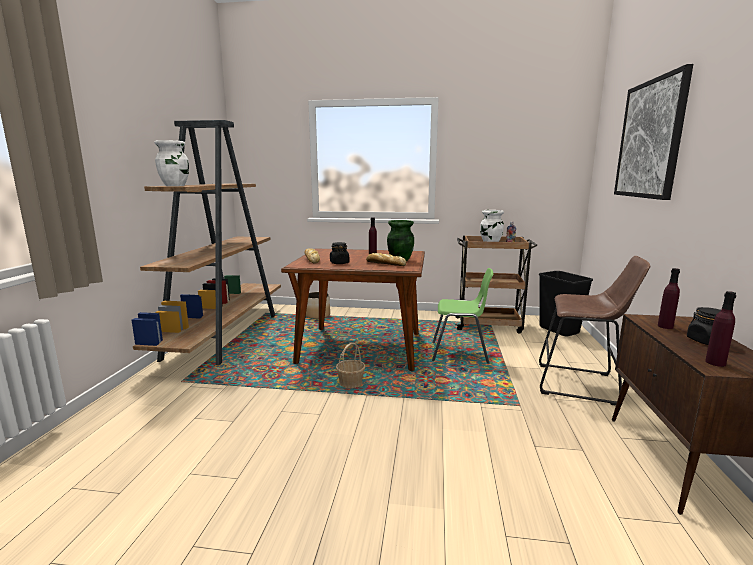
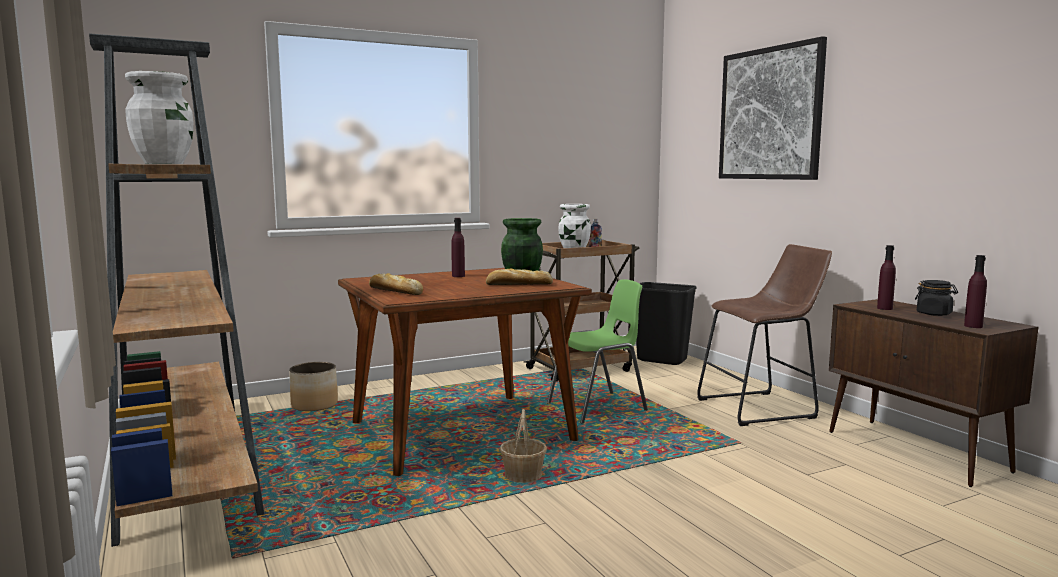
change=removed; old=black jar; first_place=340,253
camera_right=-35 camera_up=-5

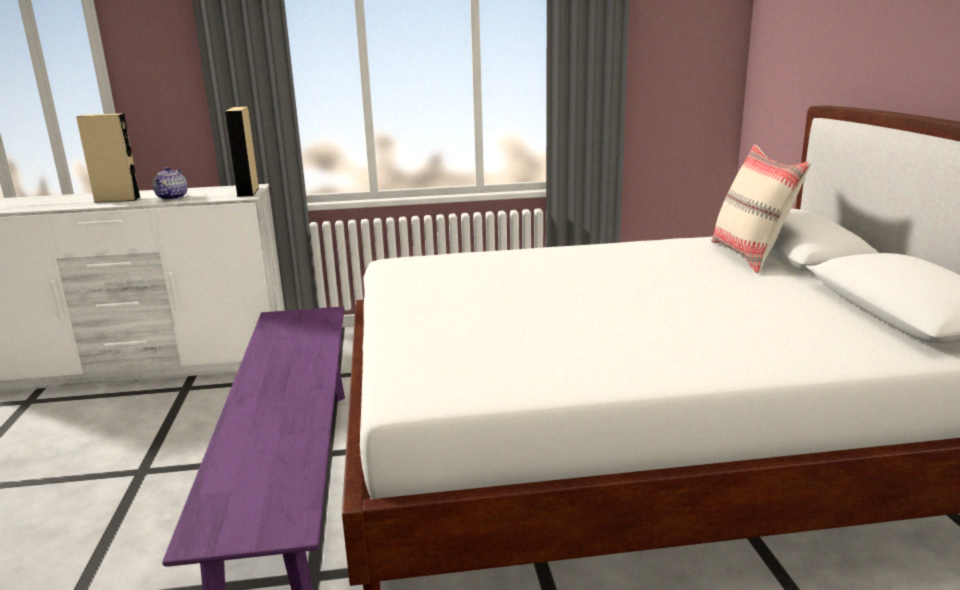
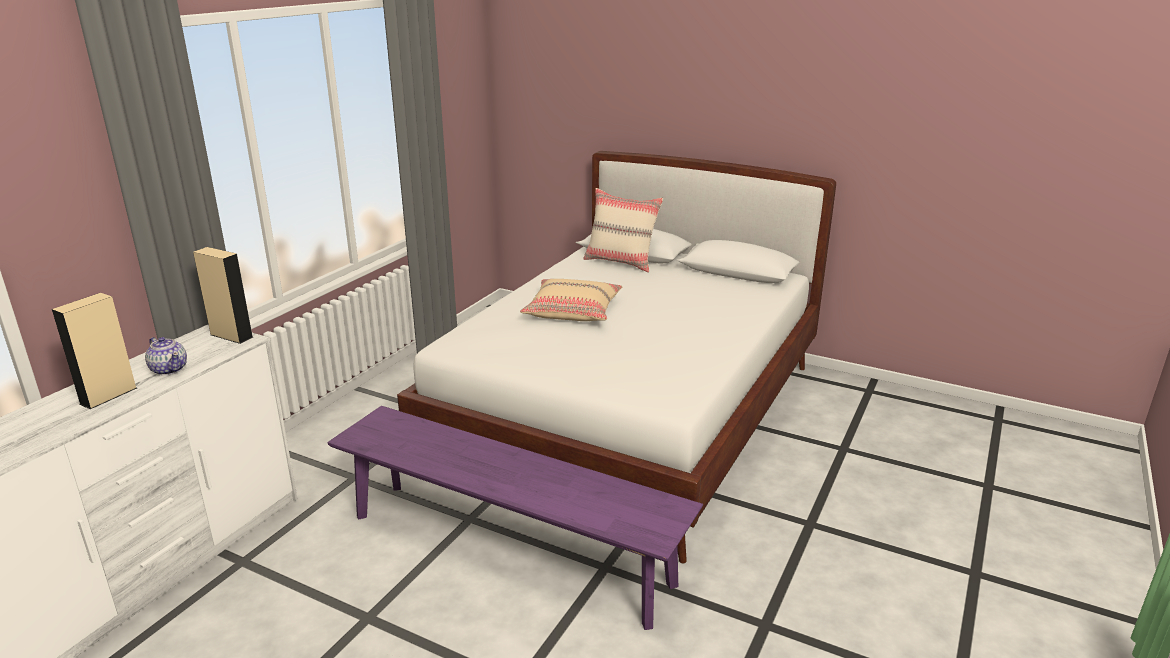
change=added; new=sand-coloured throw pillow; second_place=571,300
camera_right=-55 camera_up=5

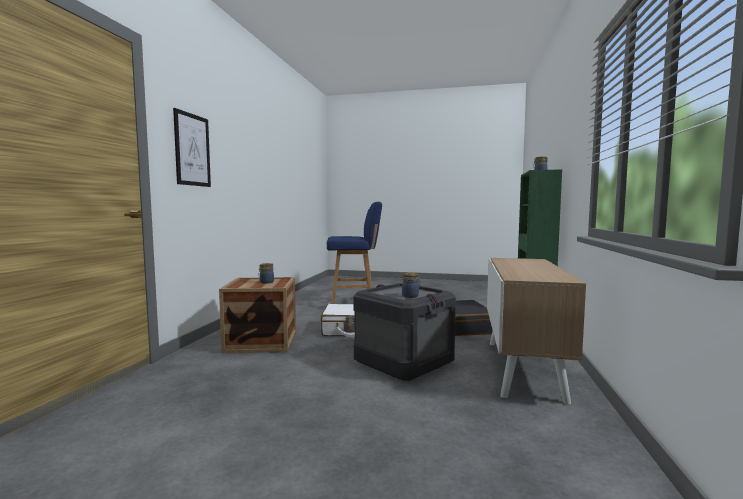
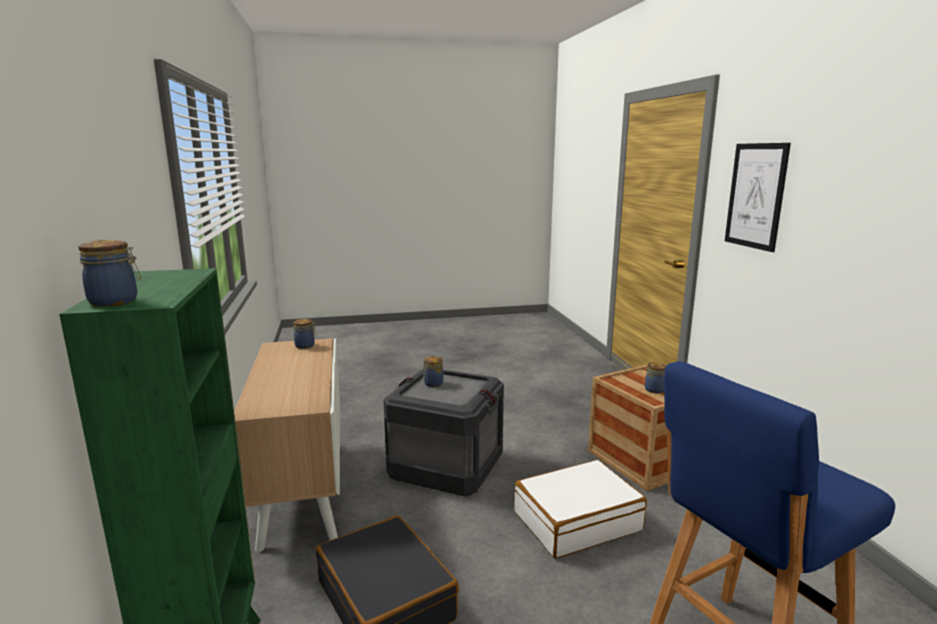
change=added; new=jar; second_place=305,334
camera_right=155 camera_up=10

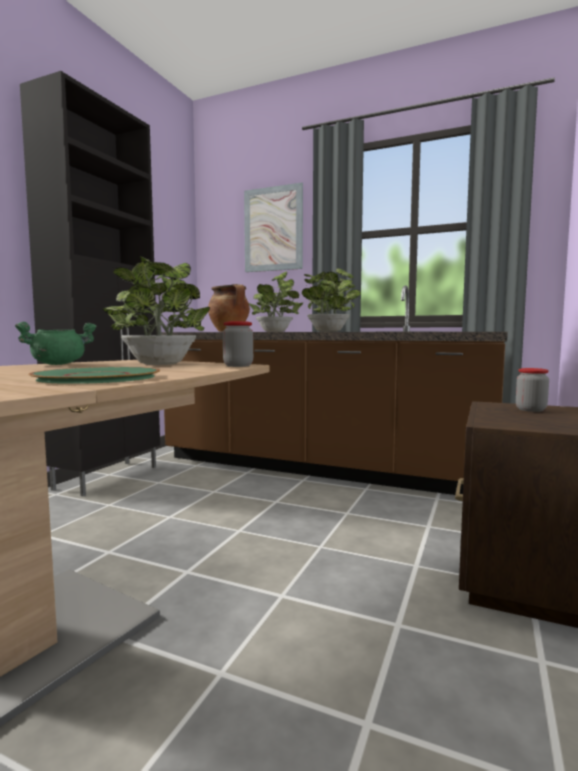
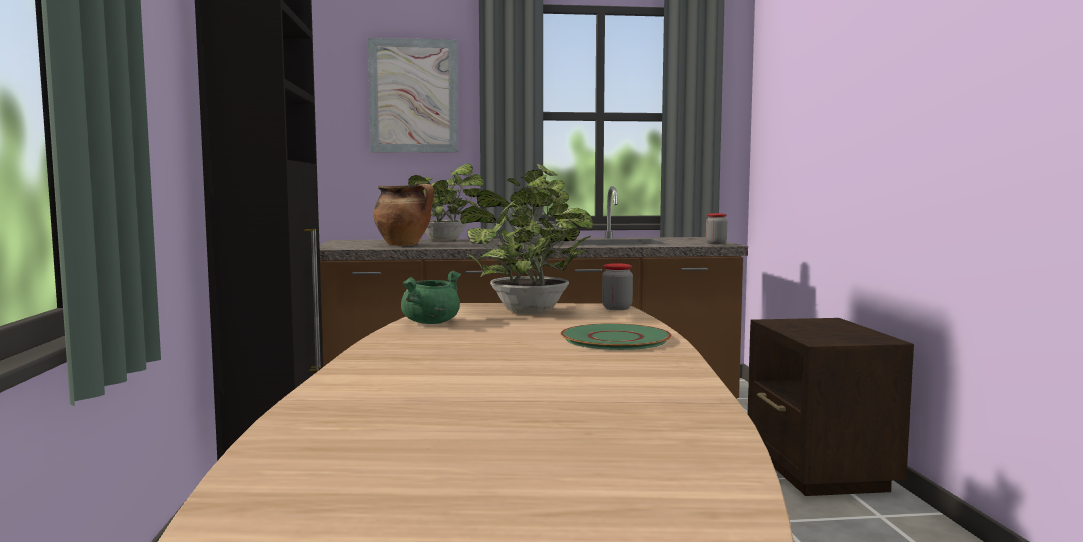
change=moved; old=jar; first_place=532,390; second_place=716,228
camera_right=-30 camera_up=0

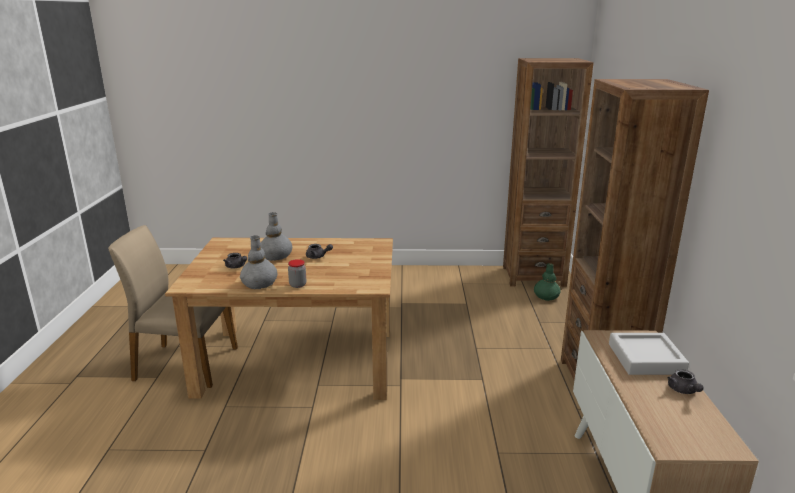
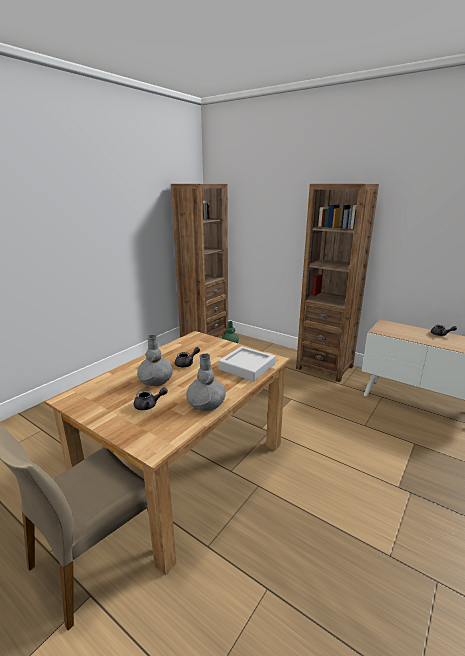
change=moved; old=gray tray; first_place=649,354; second_place=247,363
change=removed; old=jar; first_place=297,273
camera_right=-55 camera_up=0

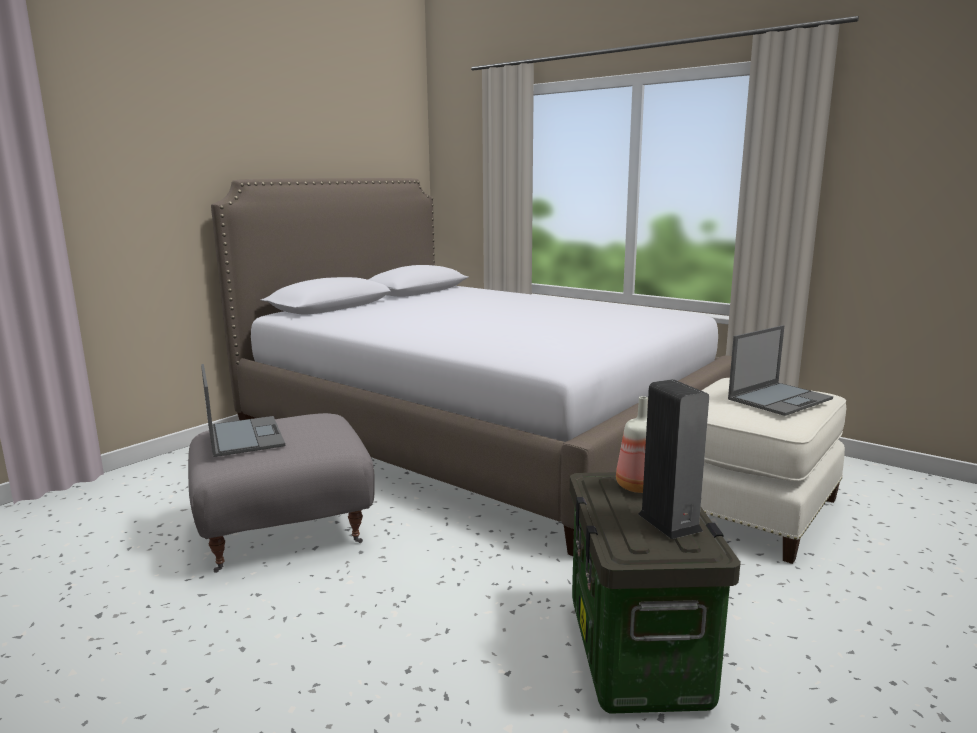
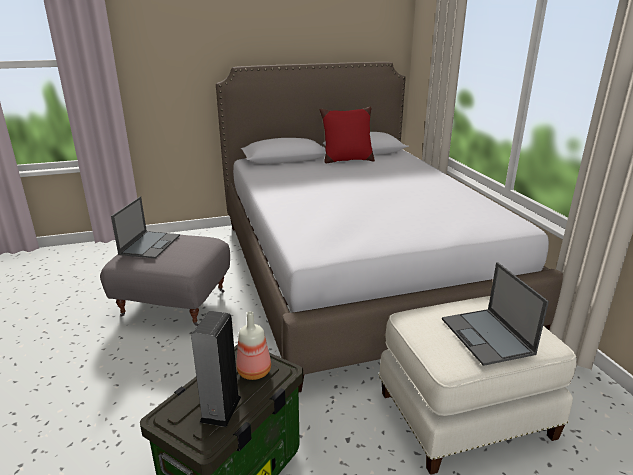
change=added; new=reddish throw pillow; second_place=347,135
change=turned; old=portable computer; first_place=780,370; second_place=495,314; degrees=75
camera_right=35 camera_up=10

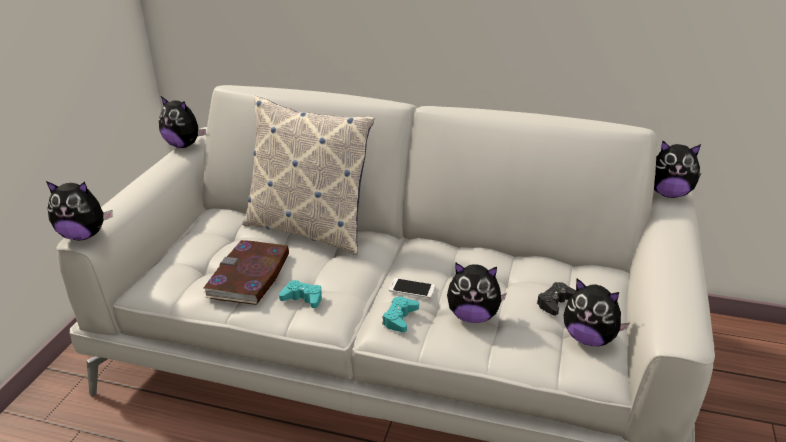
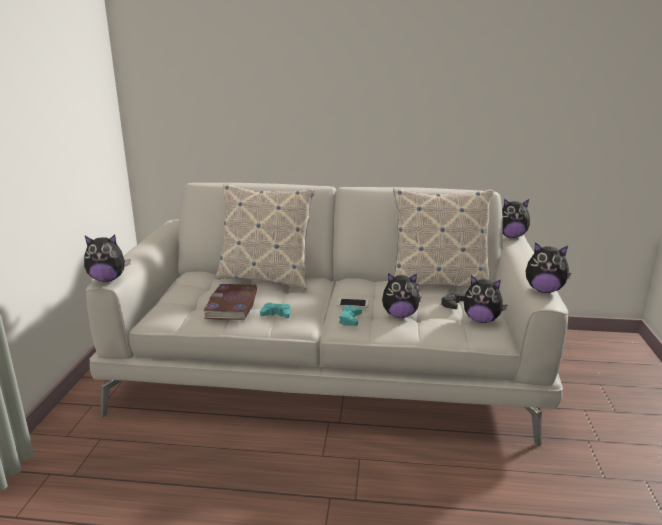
change=added; new=throw pillow; second_place=443,238
change=moved; old=cuddly toy; first_place=182,122; second_place=548,267
camera_right=-10 camera_up=-10

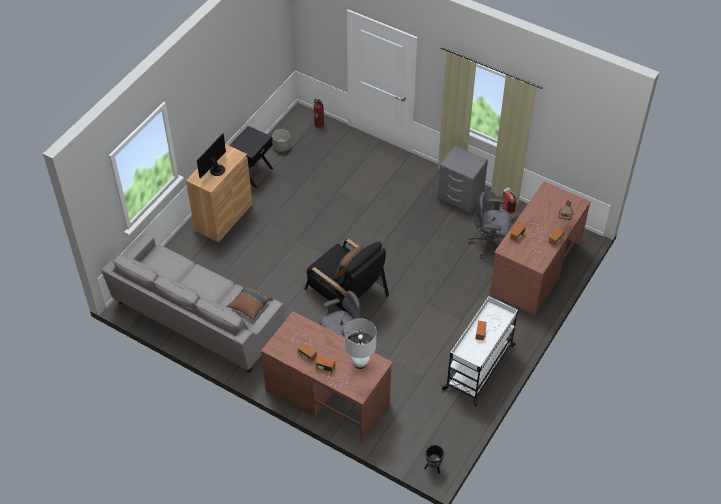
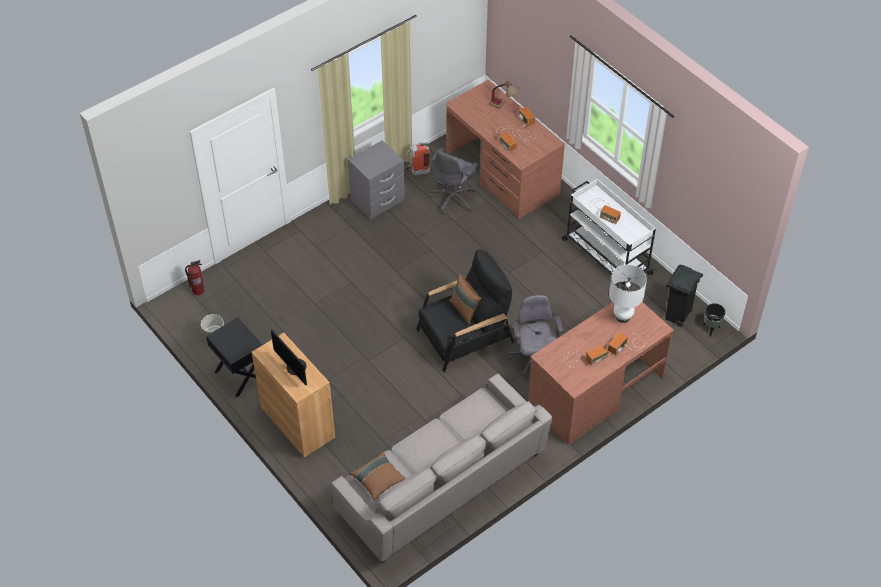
change=moved; old=brown throw pillow; first_place=249,302; second_place=377,476
change=added; new=black trash can; second_place=684,296
camera_right=-70 camera_up=0

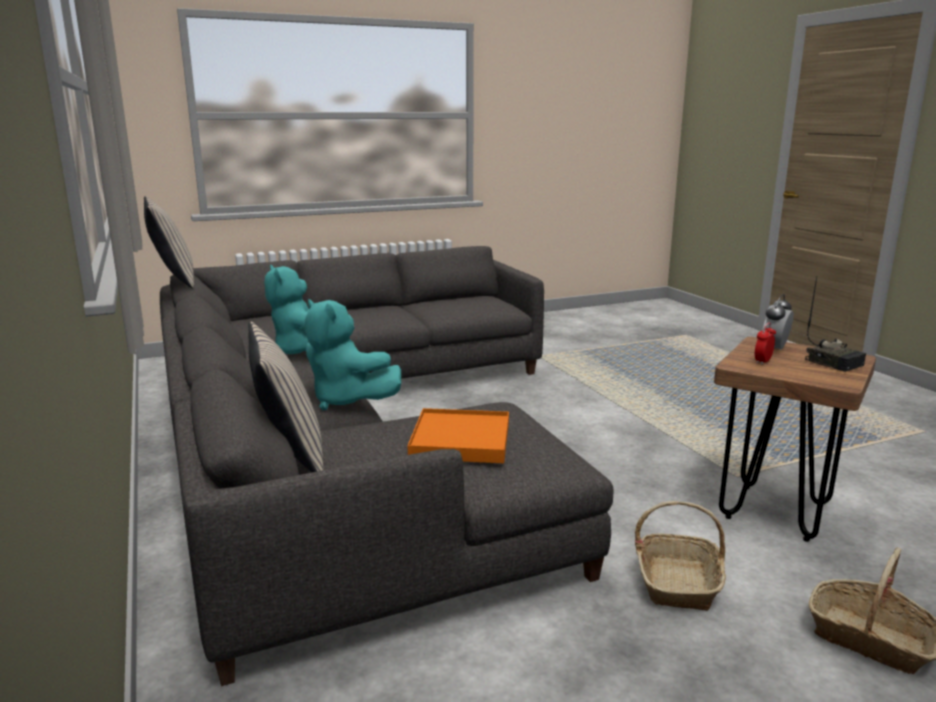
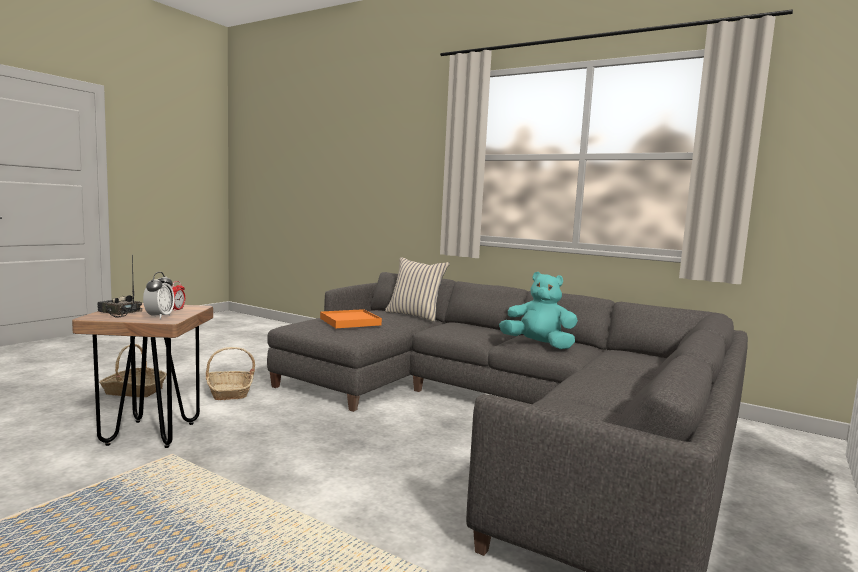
change=removed; old=sand-coloured throw pillow; first_place=169,242
change=removed; old=turquoise cuddly toy; first_place=353,354
camera_right=145 camera_up=-10

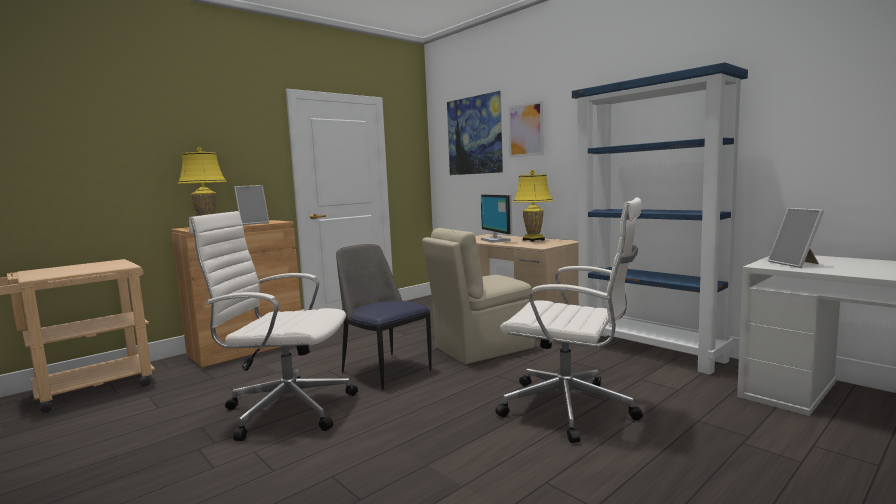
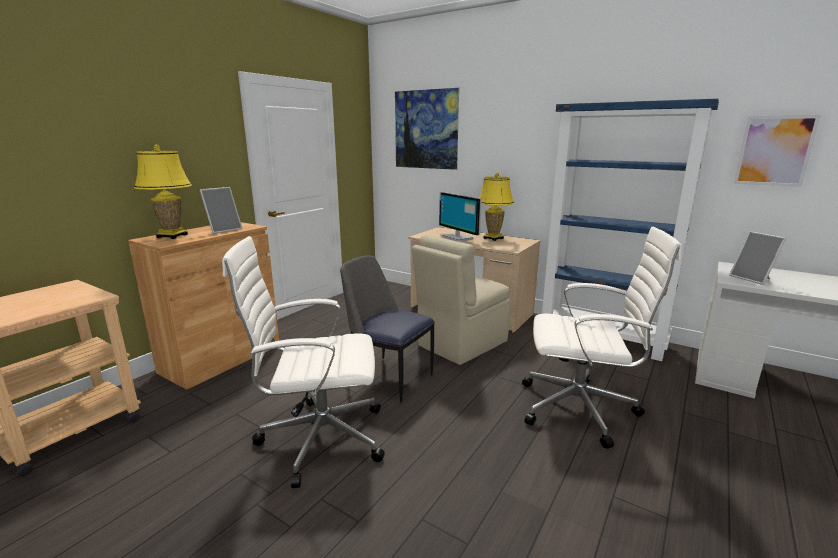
change=moved; old=wall picture; first_place=526,129; second_place=777,151
camera_right=-15 camera_up=10

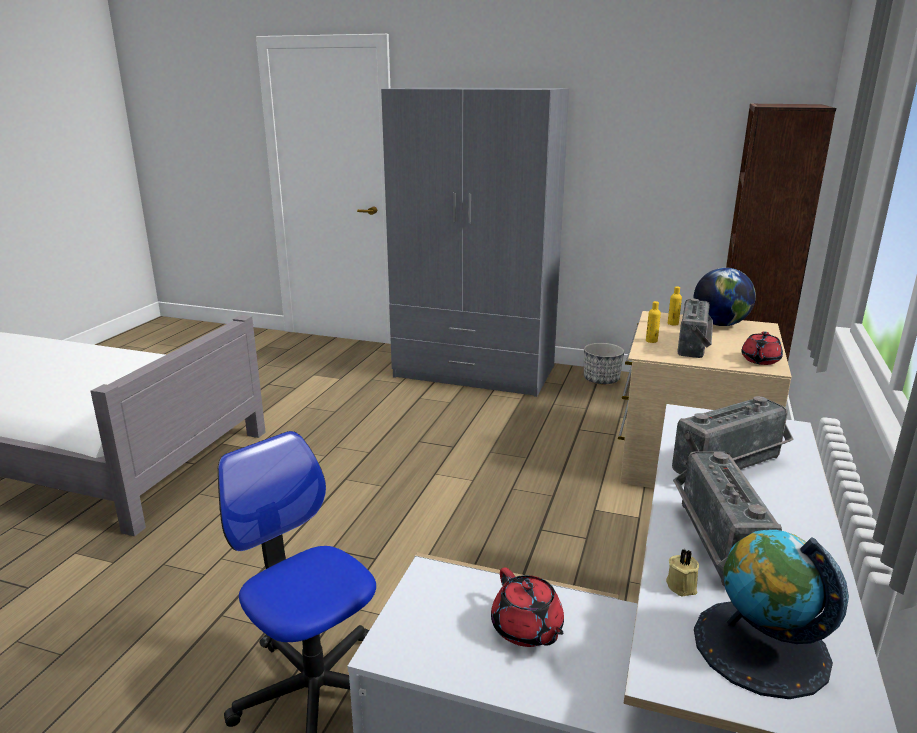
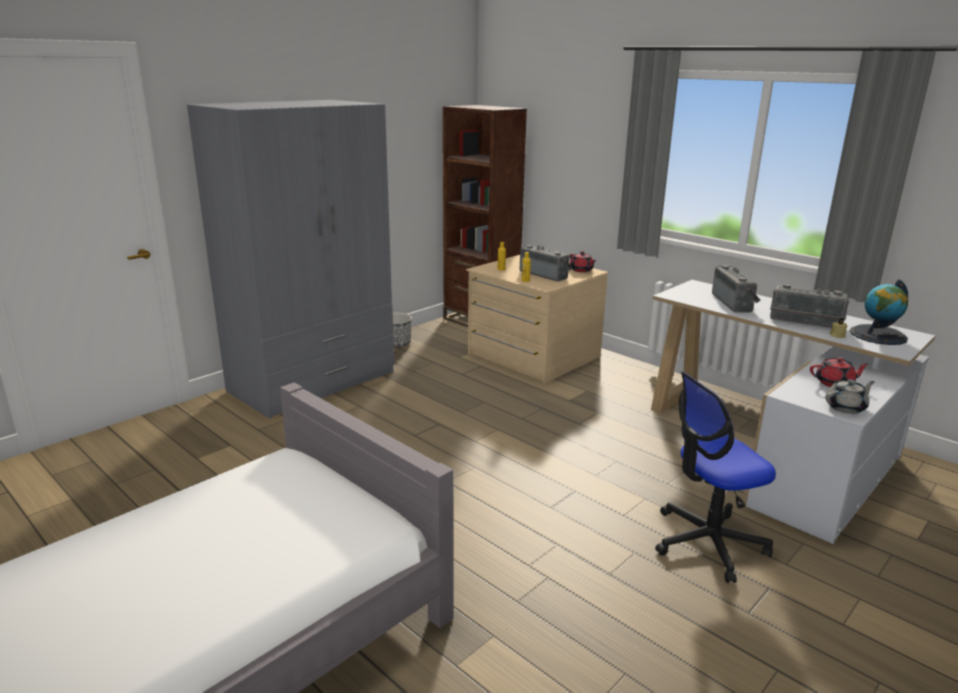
change=added; new=gray teapot; second_place=850,396
change=removed; old=desk globe; first_place=725,297
camera_right=-65 camera_up=0

